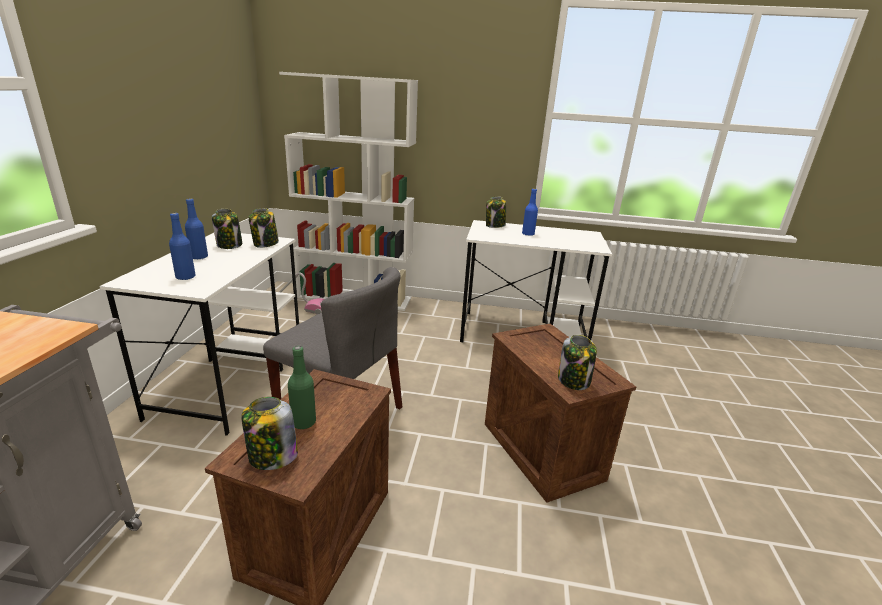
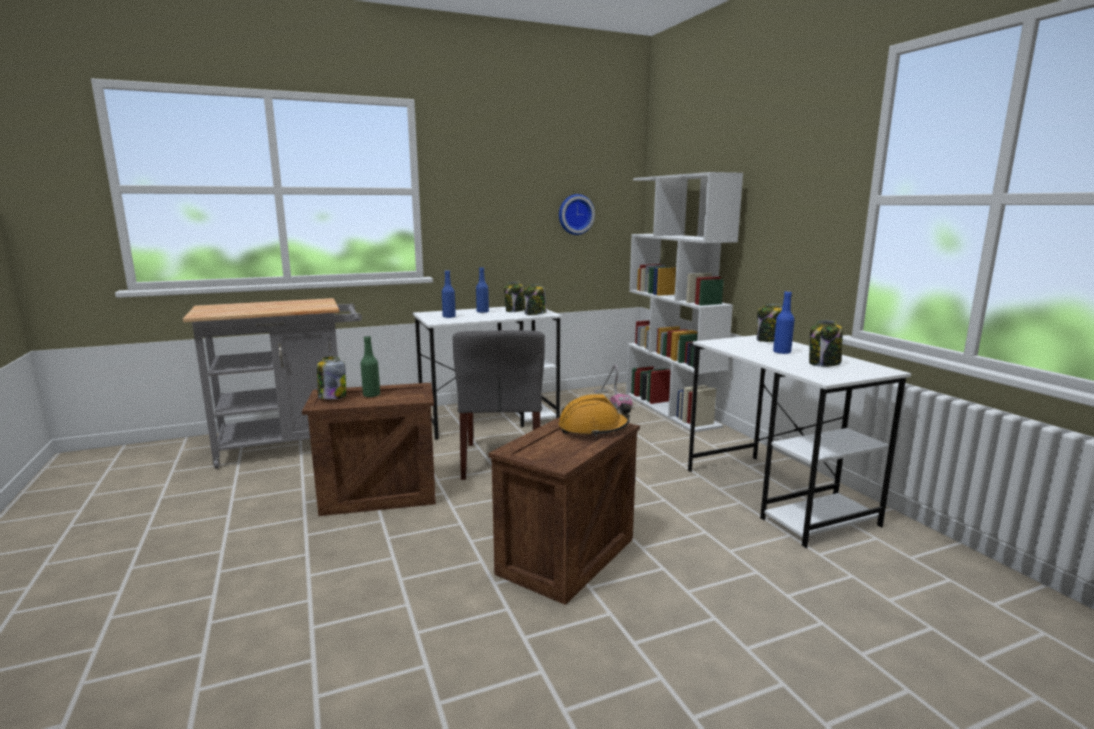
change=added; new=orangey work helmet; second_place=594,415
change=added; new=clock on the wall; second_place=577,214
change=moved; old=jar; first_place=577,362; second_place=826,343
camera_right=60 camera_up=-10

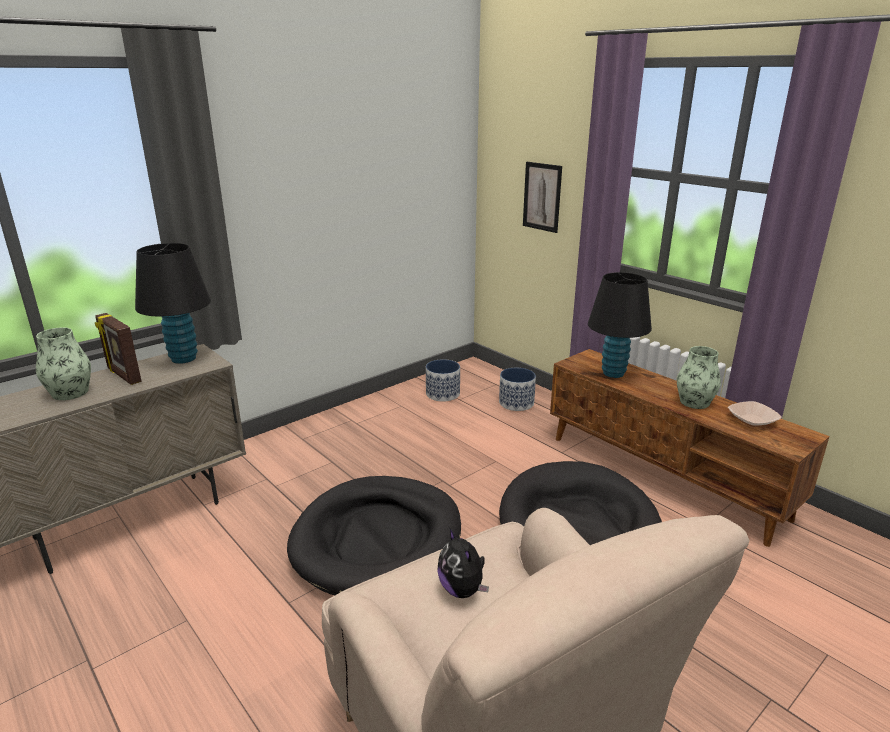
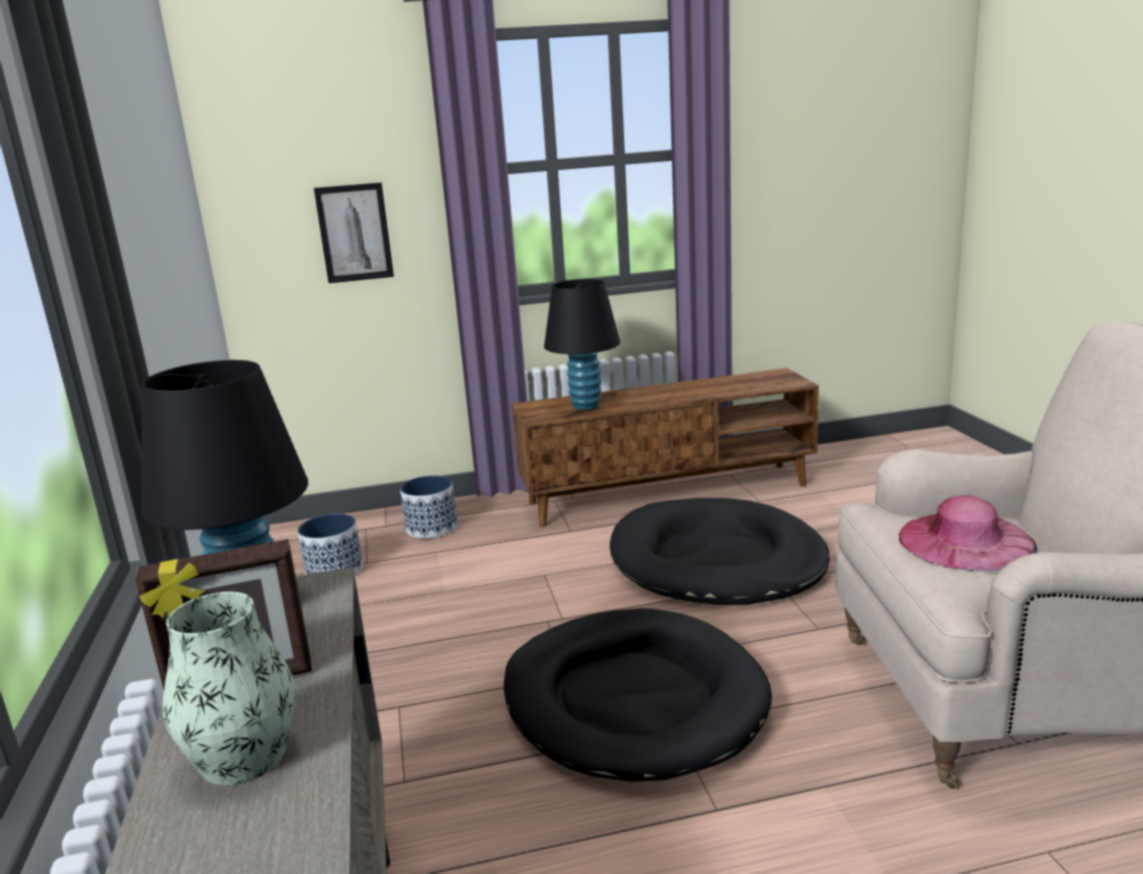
change=replaced; old=cuddly toy; new=pink-coloured hat; first_place=463,563; second_place=968,533
change=removed; old=decorative vase; first_place=699,377
change=removed; old=serving bowl; first_place=755,414
camera_right=-60 camera_up=-5

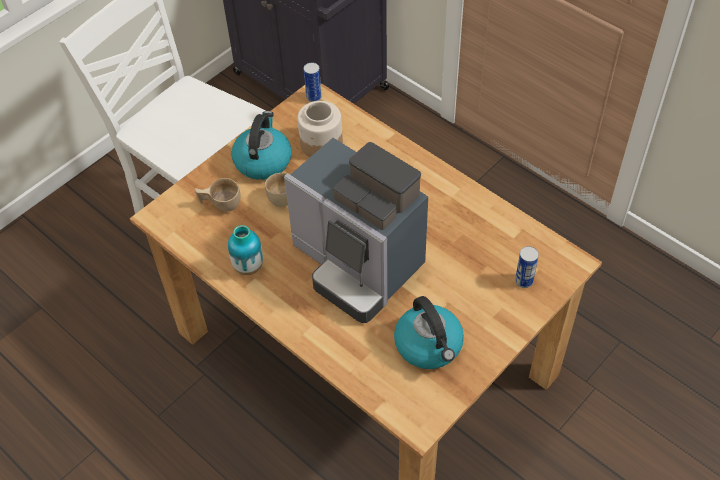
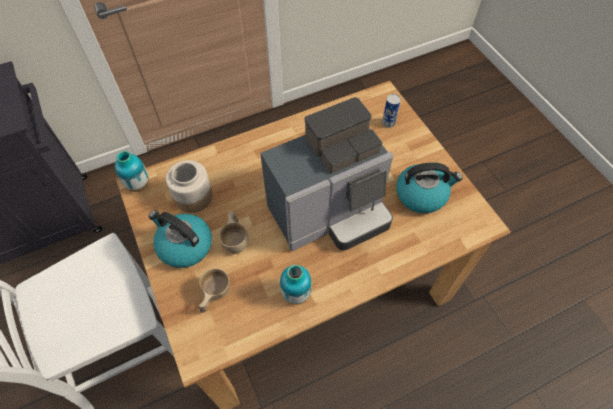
change=replaced; old=sealed can; new=decorative vase; first_place=313,82; second_place=132,171
camera_right=-70 camera_up=5

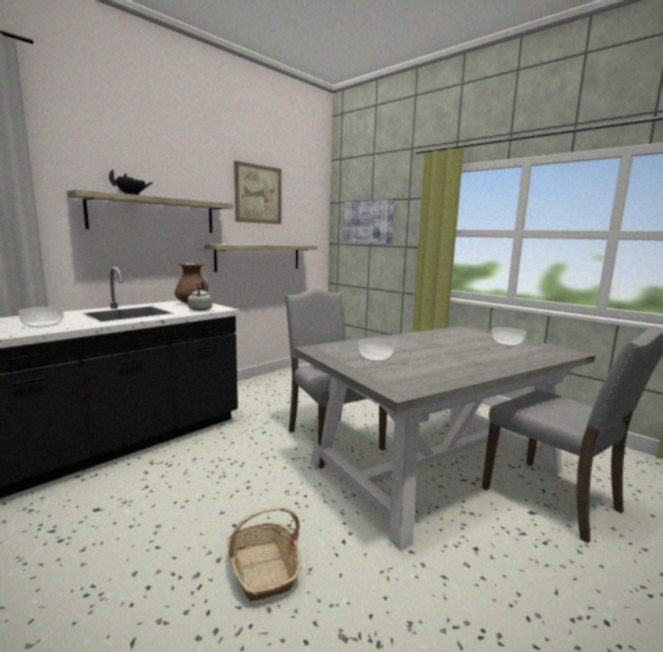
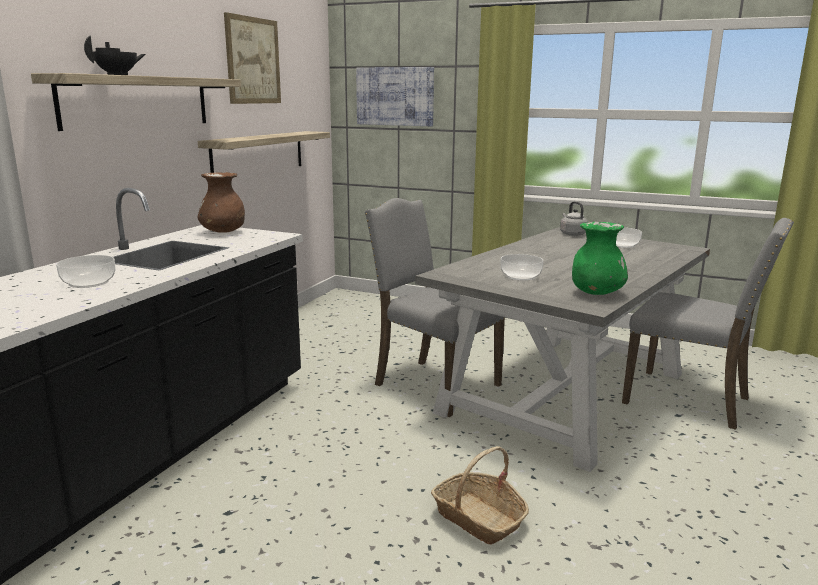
change=moved; old=gray water kettle; first_place=200,296; second_place=574,218
change=added; new=greenish decorative vase; second_place=600,258
camera_right=-20 camera_up=5

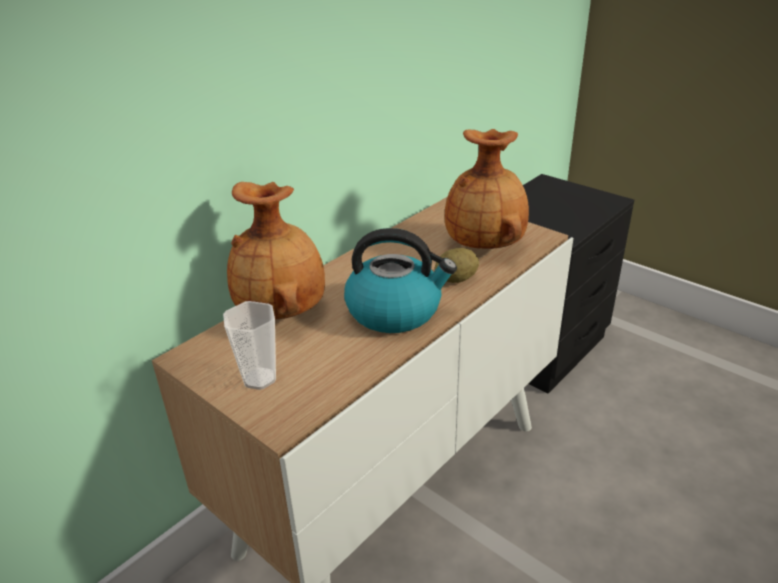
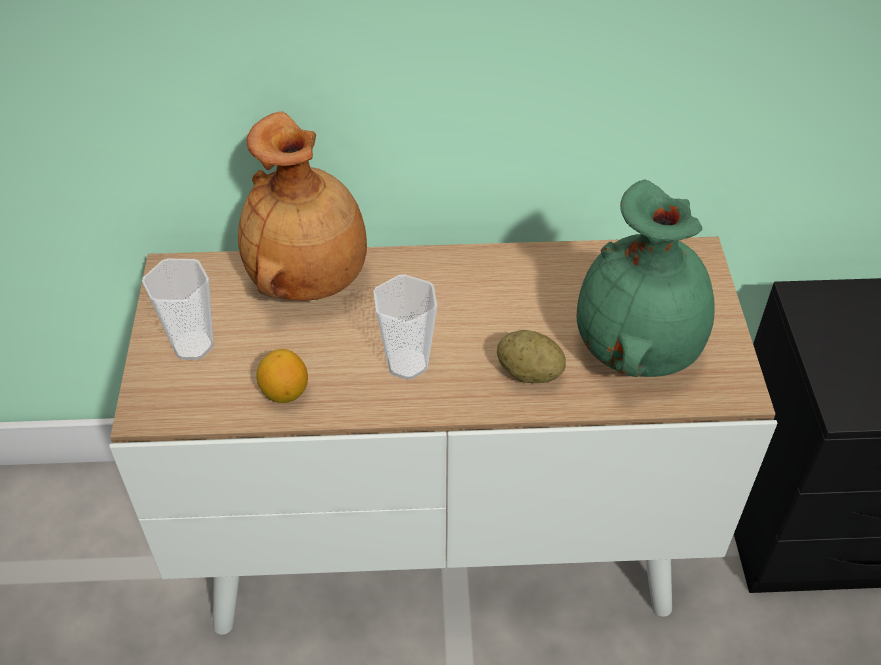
change=added; new=citrus fruit; second_place=282,376
change=replaced; old=water kettle; new=small cup; first_place=400,280; second_place=405,327
change=recoloured; old=brown decorative vase; new=greenish decorative vase; first_place=487,189; second_place=645,278
camera_right=45 camera_up=15

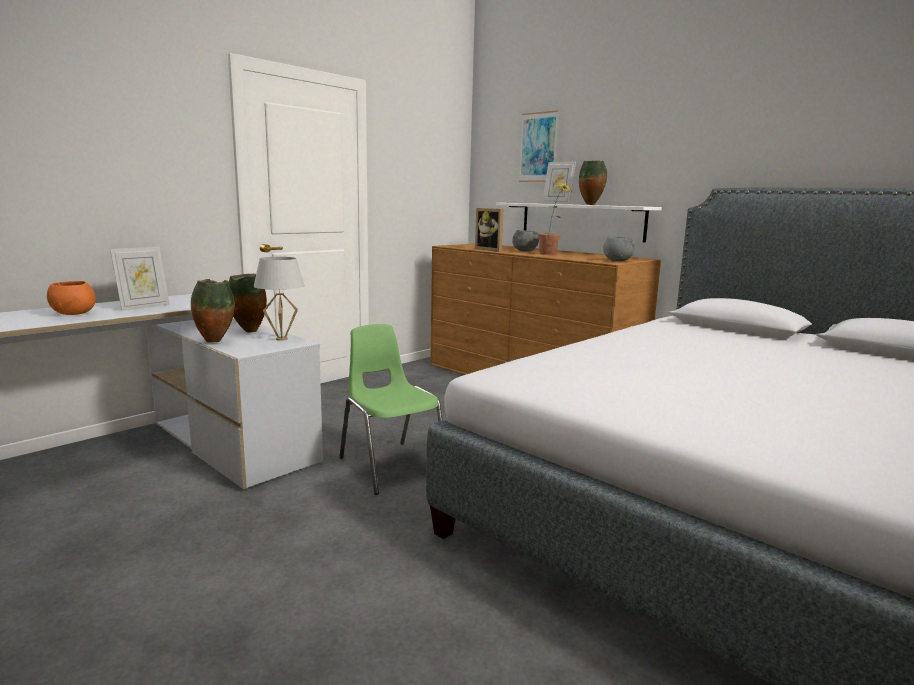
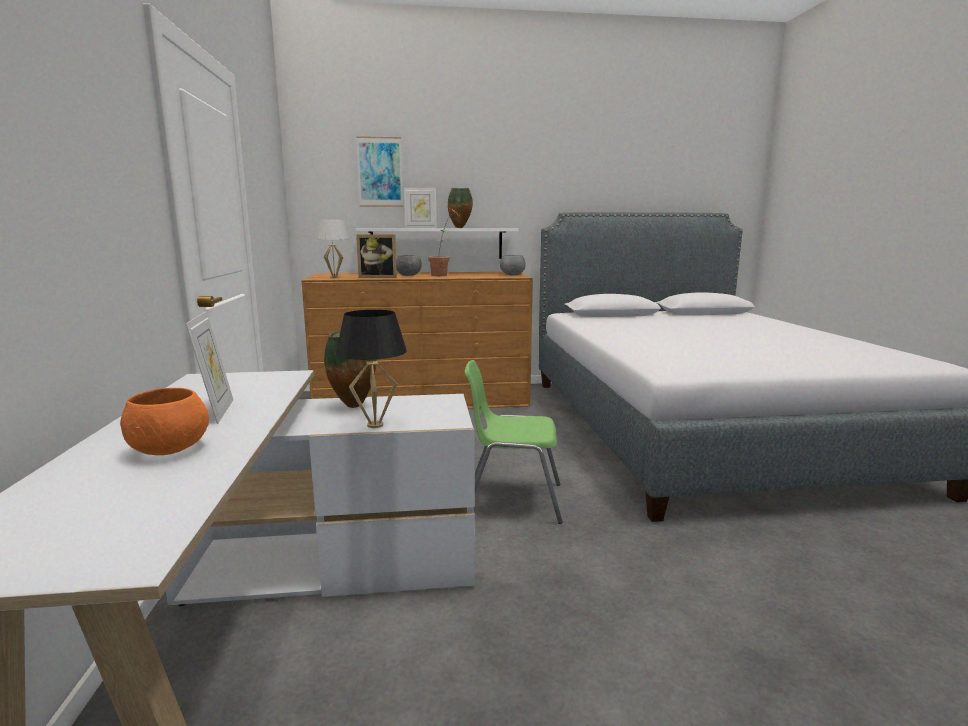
change=moved; old=white-coloured tabletop lamp; first_place=279,299; second_place=332,249
change=replaced; old=decorative vase; new=black tabletop lamp; first_place=213,311; second_place=371,369
camera_right=-50 camera_up=0

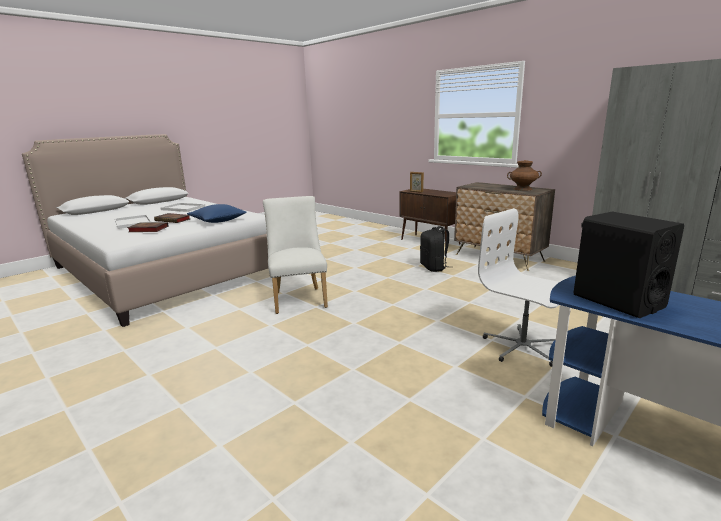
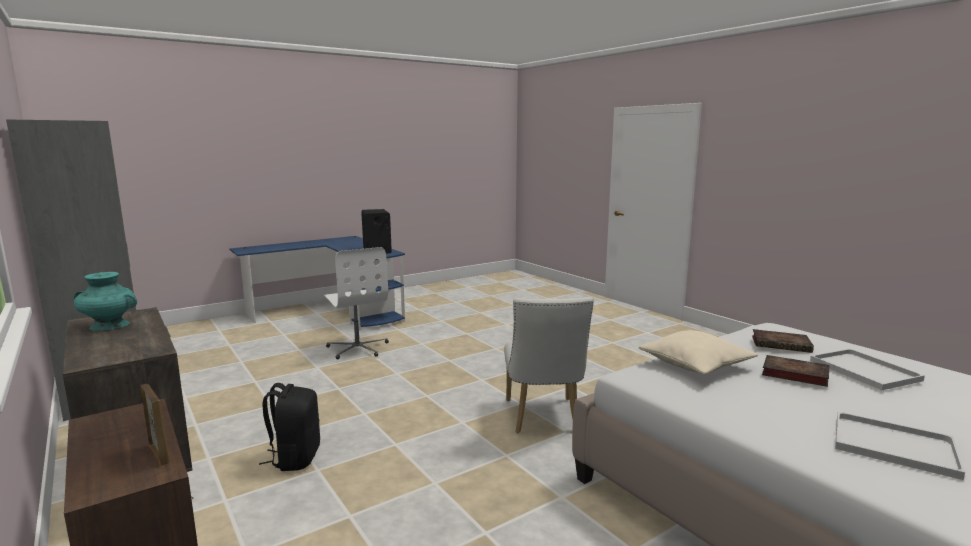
change=recoloured; old=brown decorative vase; new=turquoise decorative vase; first_place=524,175; second_place=105,301
change=recoloured; old=bluish throw pillow; new=sand-coloured throw pillow; first_place=217,213; second_place=698,352
camera_right=-170 camera_up=-5

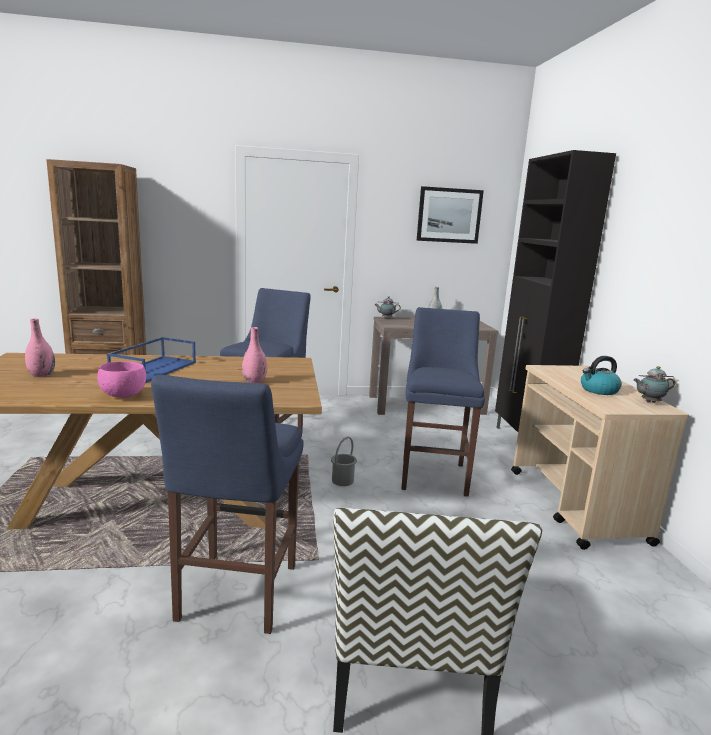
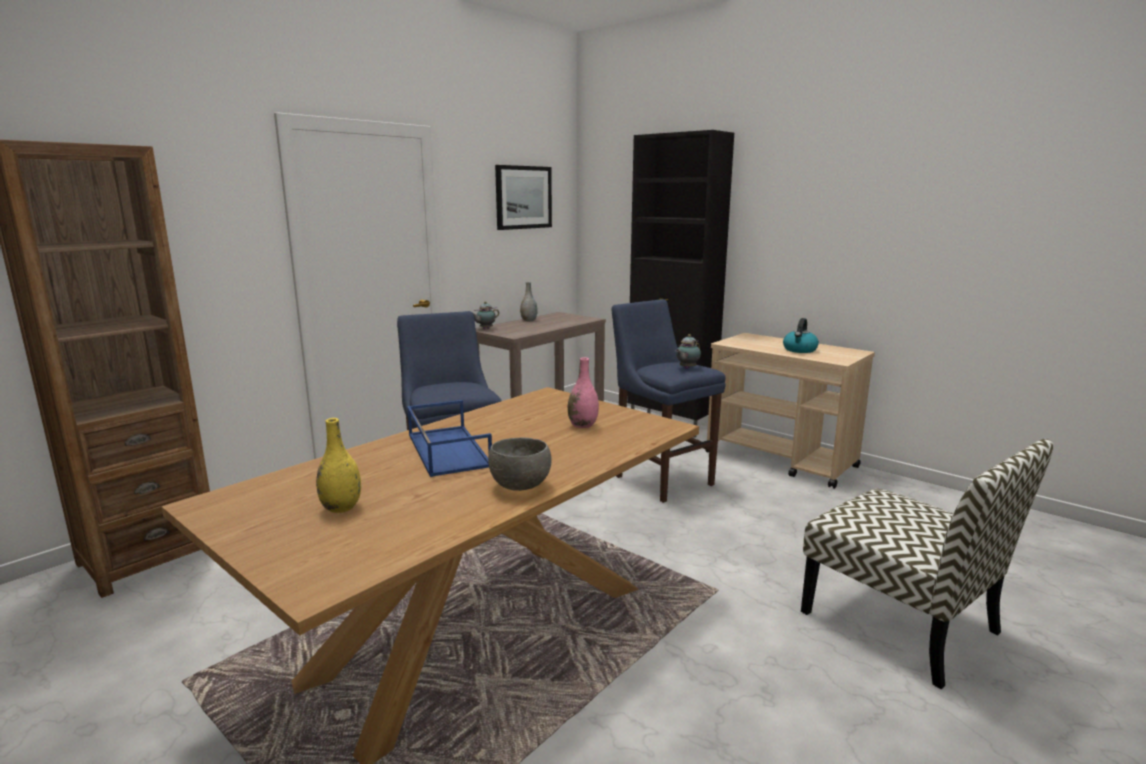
change=recoloured; old=pink-coloured decorative vase; new=yellowish decorative vase; first_place=40,347; second_place=338,465
change=recoloured; old=pink-coloured serving bowl; new=gray serving bowl; first_place=121,379; second_place=520,464
change=moved; old=teapot; first_place=654,384; second_place=688,351
change=removed; old=bluish sitting stool; first_place=227,504
change=removed; old=gray pail; first_place=344,461
camera_right=-40 camera_up=0

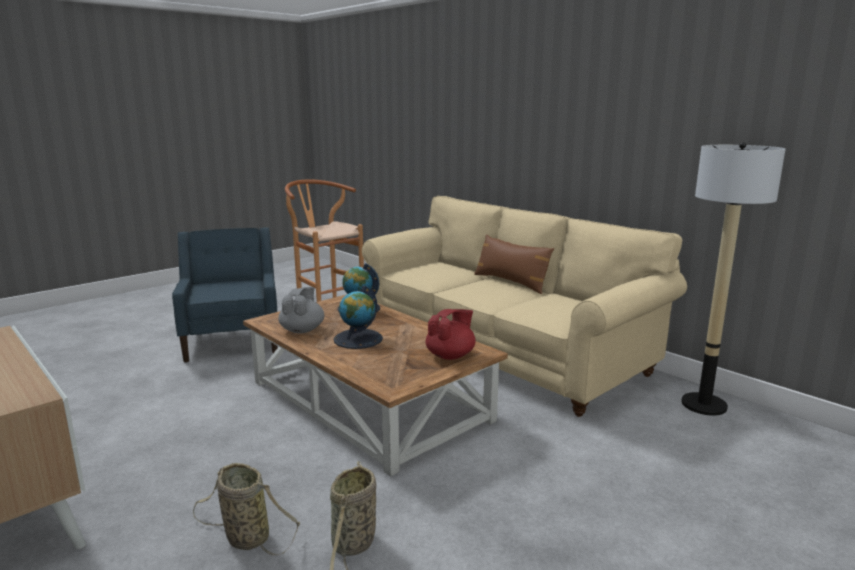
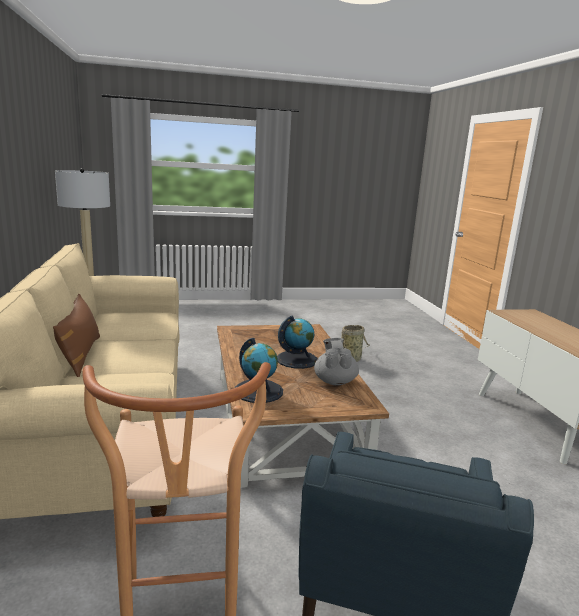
change=turned; old=gray teapot; first_place=301,310; second_place=336,361; degrees=135
change=removed; old=storage basket; first_place=246,509
change=removed; old=reddish teapot; first_place=451,334
camera_right=-150 camera_up=0

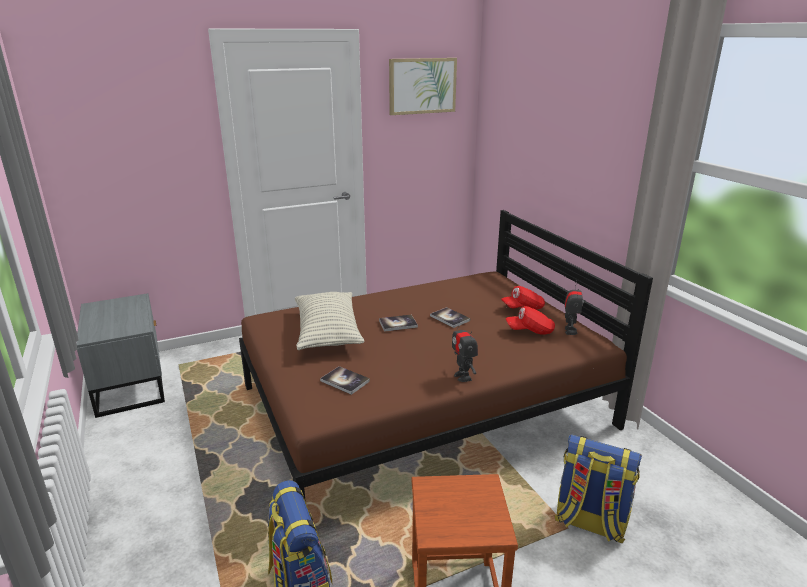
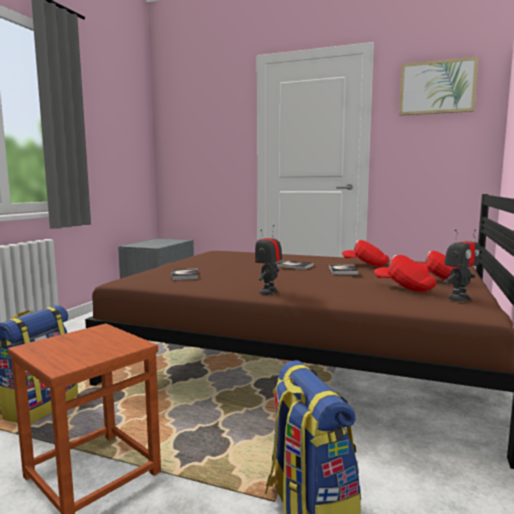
change=added; new=reddish baseball cap; second_place=365,253
change=removed; old=throw pillow; first_place=329,321
camera_right=45 camera_up=-15

